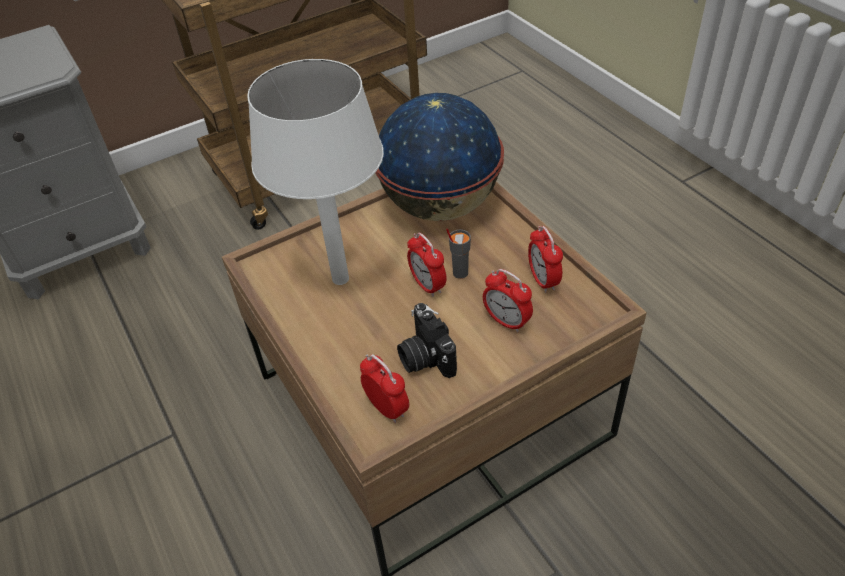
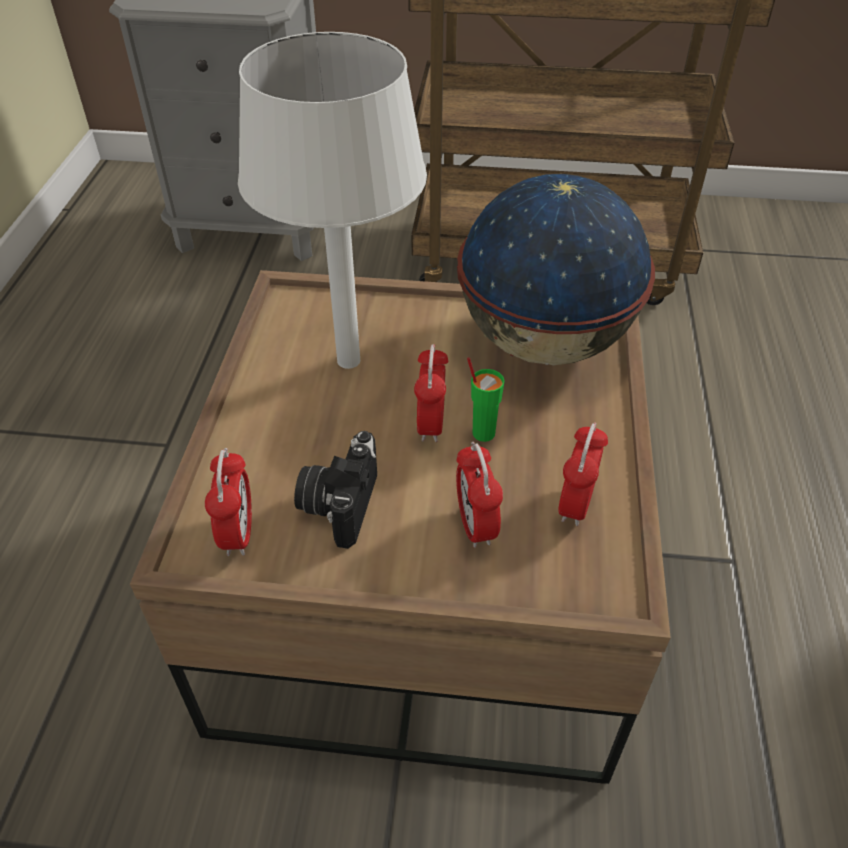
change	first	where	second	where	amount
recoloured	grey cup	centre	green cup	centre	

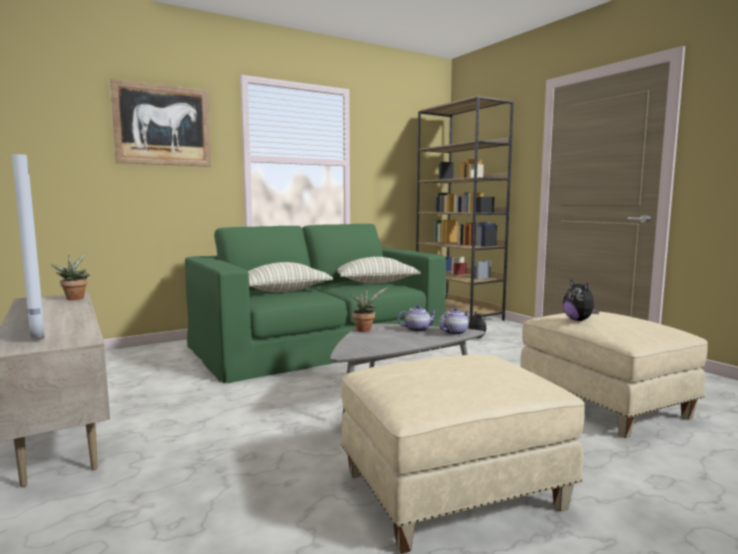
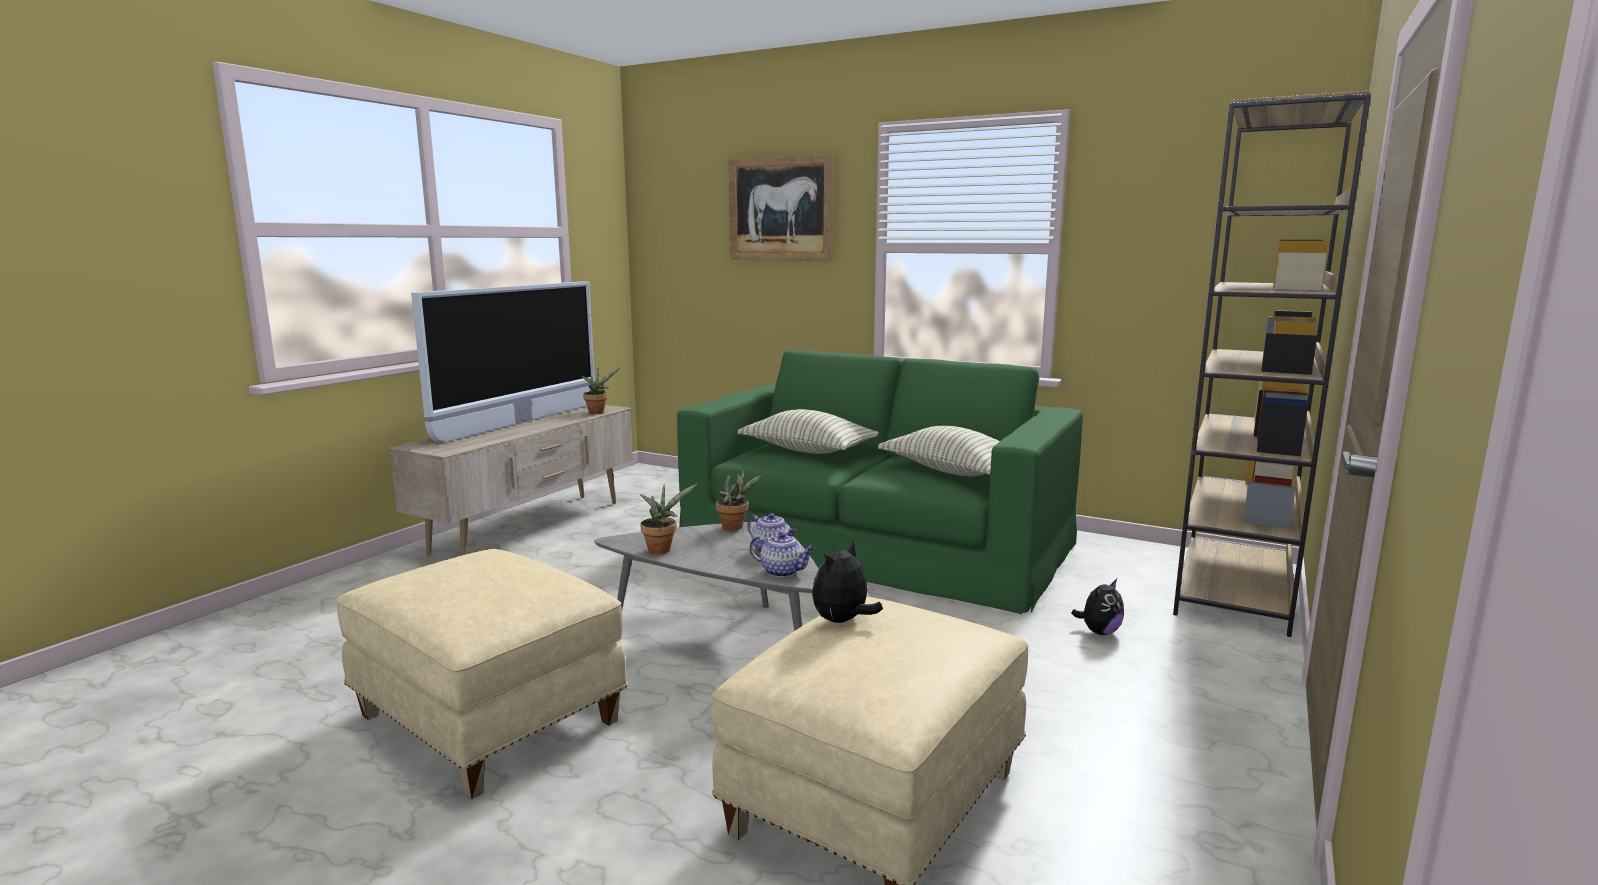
change	first	where	second	where	amount
added			potted plant (2nd from left)	centre	

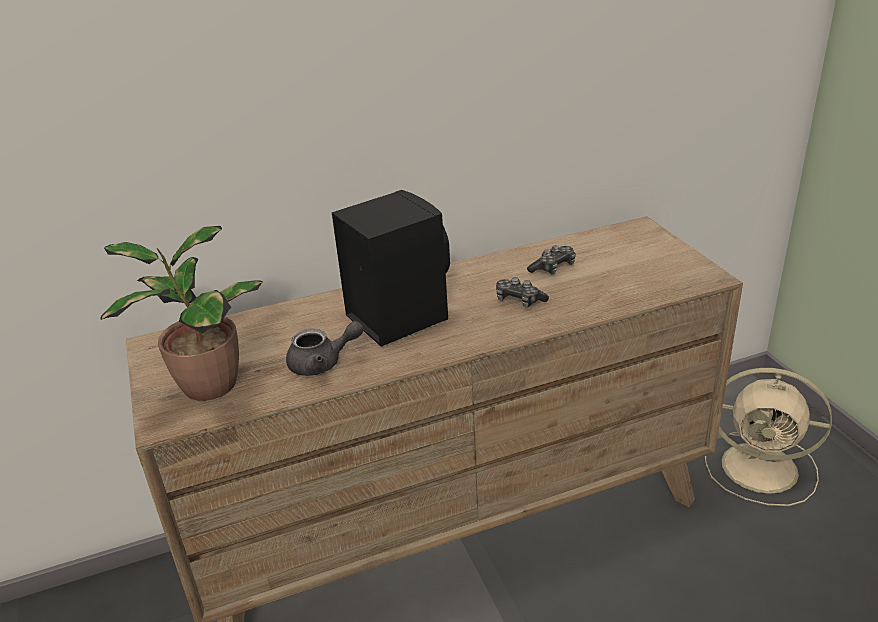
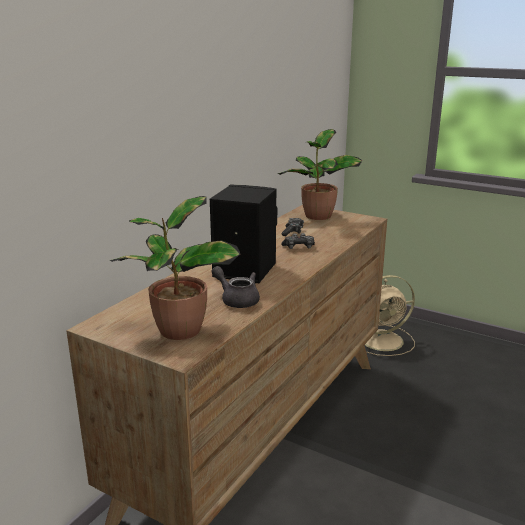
change	first	where	second	where	amount
turned	grey teapot	centre		centre	90 degrees counterclockwise
added			potted plant (2nd from left)	top centre	

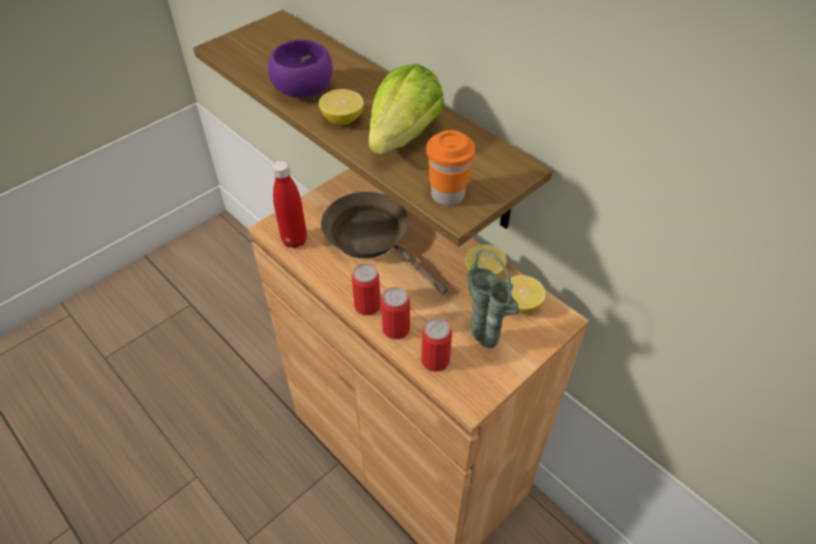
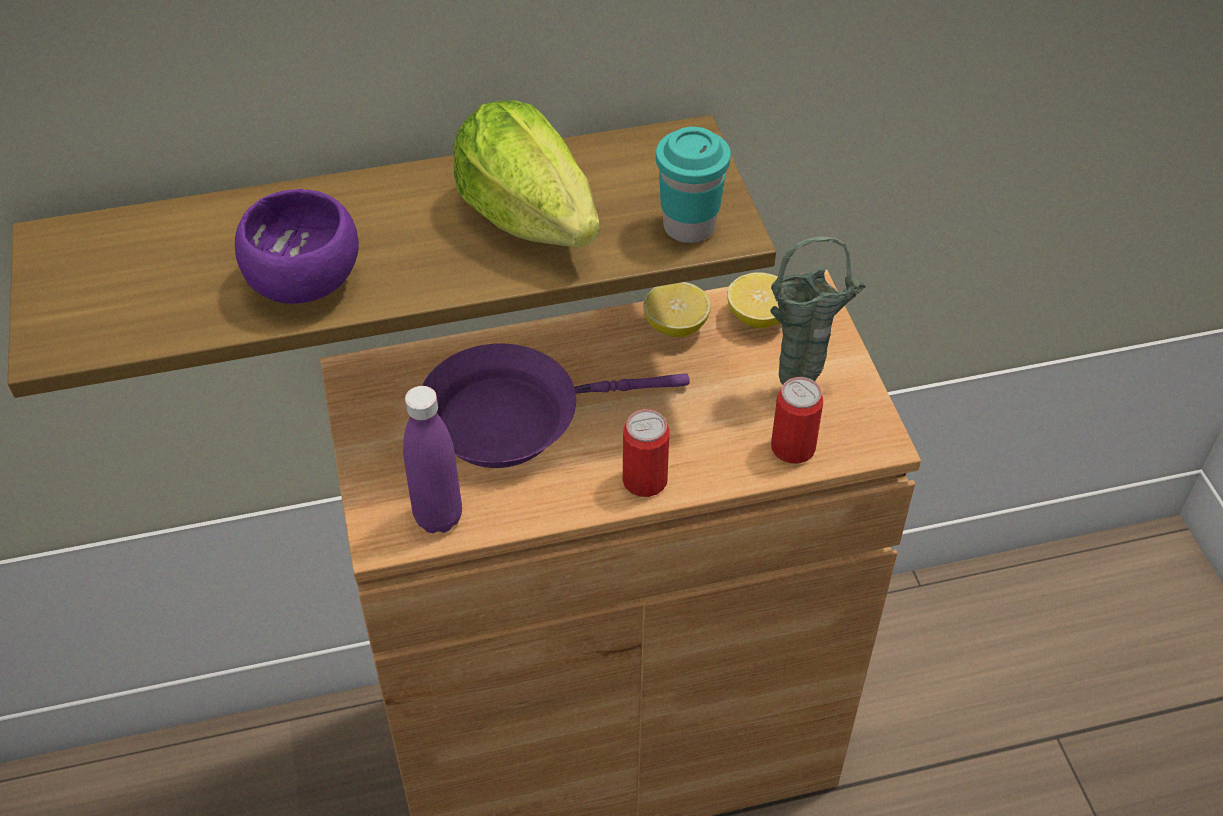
change	first	where	second	where	amount
removed	lemon (1st from left)	top centre			
recoloured	orange cup	top centre	turquoise cup	top centre	
recoloured	red bottle	centre	purple bottle	centre	
recoloured	brown frying pan	centre	purple frying pan	centre	
removed	can (2nd from left)	centre			

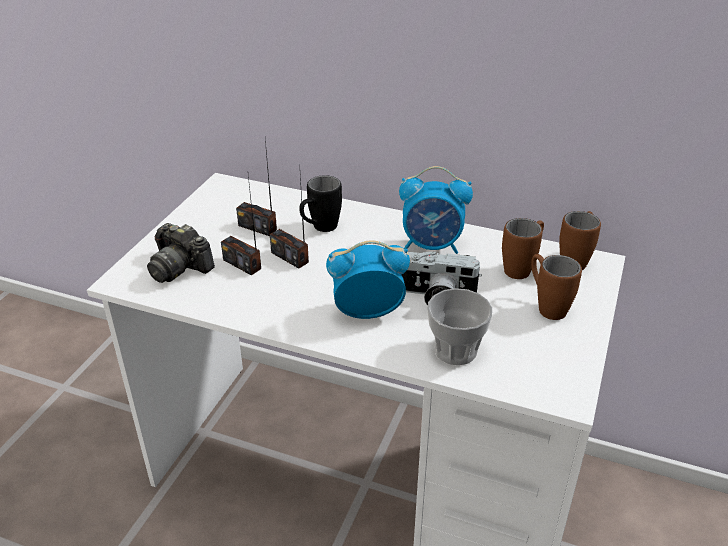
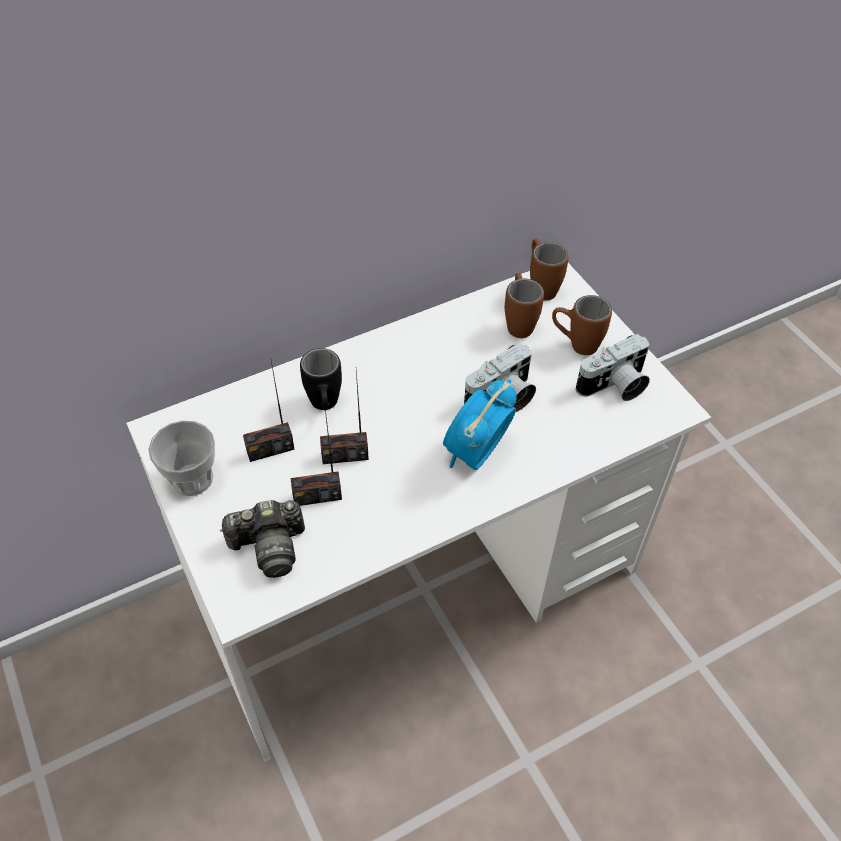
change	first	where	second	where	amount
removed	alarm clock (2nd from left)	centre			
moved	cup	centre		middle left	
added			photo camera (3rd from left)	middle right	

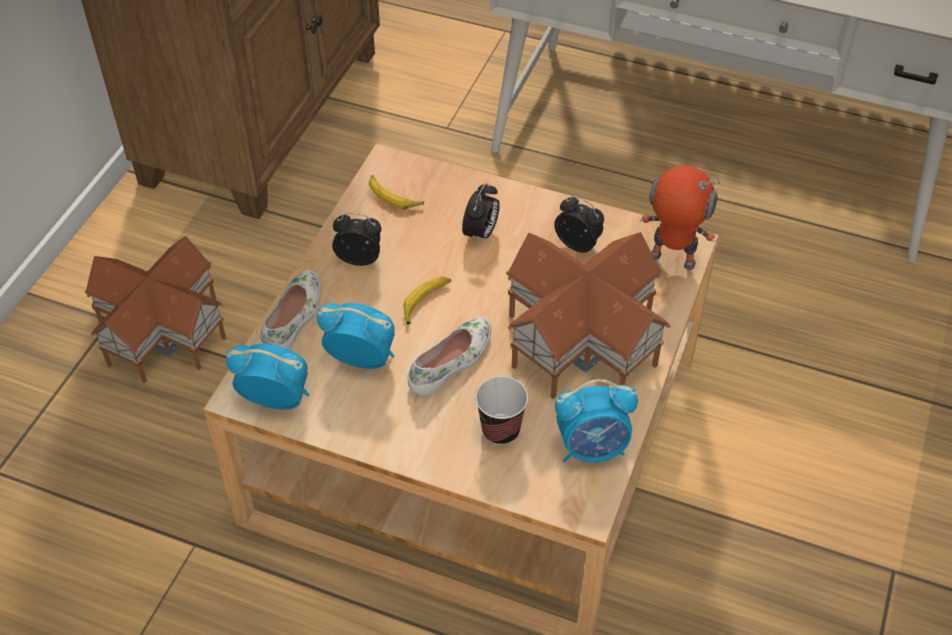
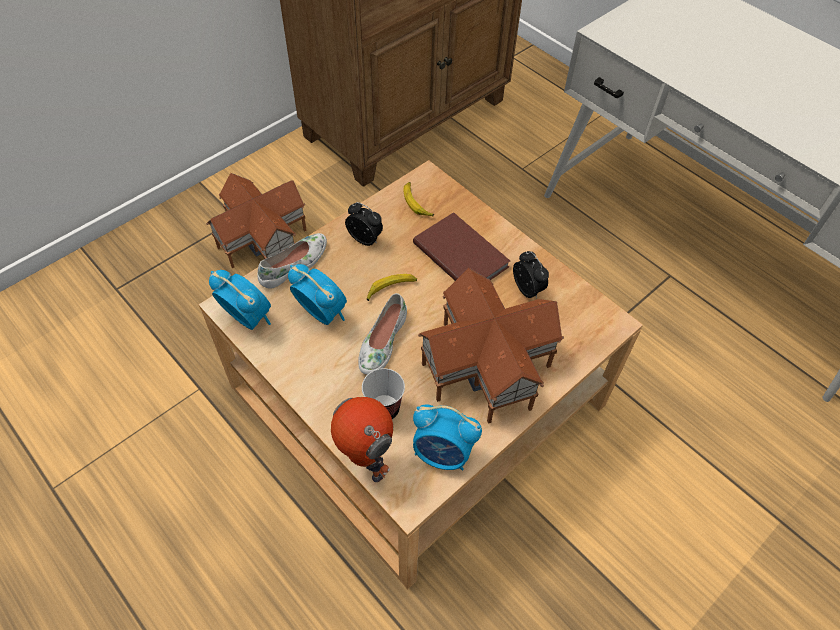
change	first	where	second	where	amount
moved	toy robot	middle right		bottom centre	
replaced	alarm clock (4th from left)	centre	brown book	centre	
turned	white shoe (2nd from left)	centre		centre	135 degrees clockwise

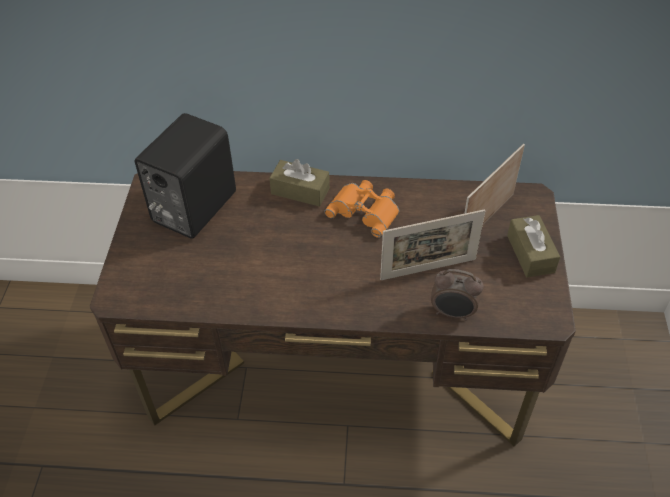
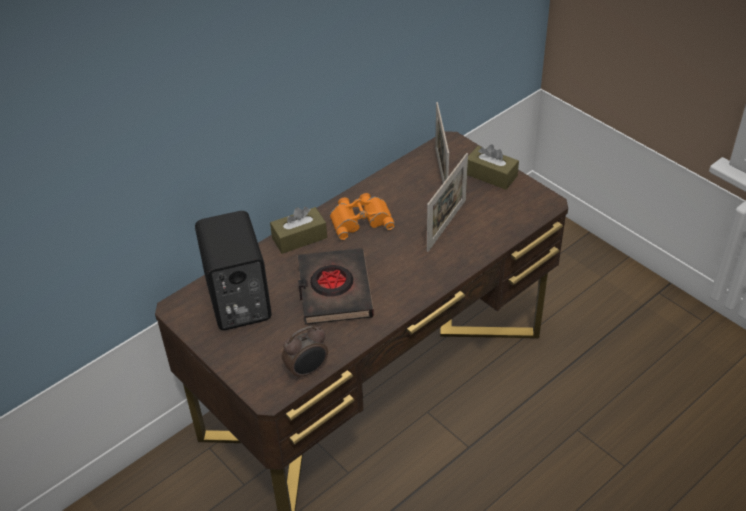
change	first	where	second	where	amount
moved	alarm clock	middle right		bottom centre	
added			black book	centre	

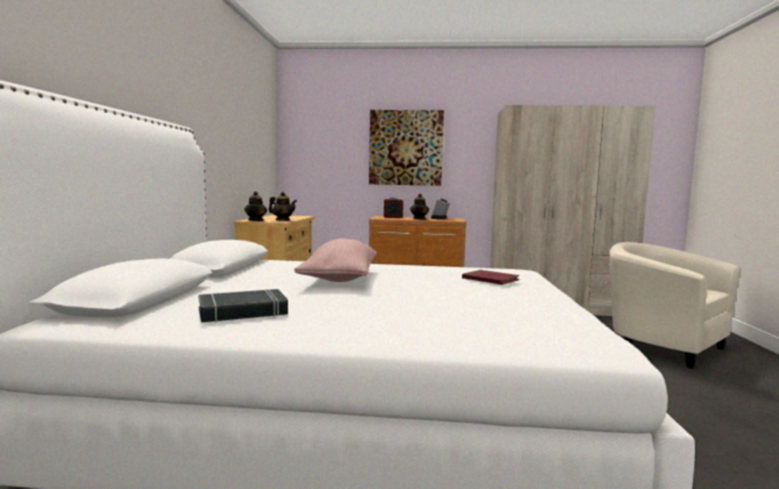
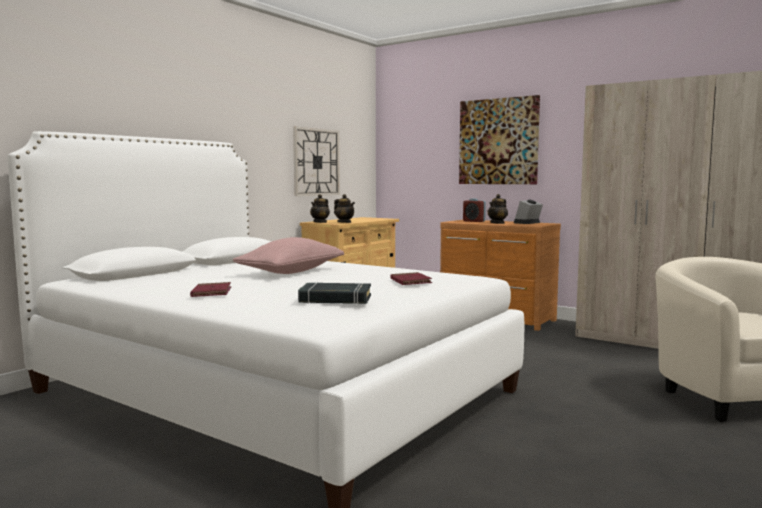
change	first	where	second	where	amount
moved	black book	middle left		centre	
added			wall clock	top centre	
added			red book (1st from left)	middle left	

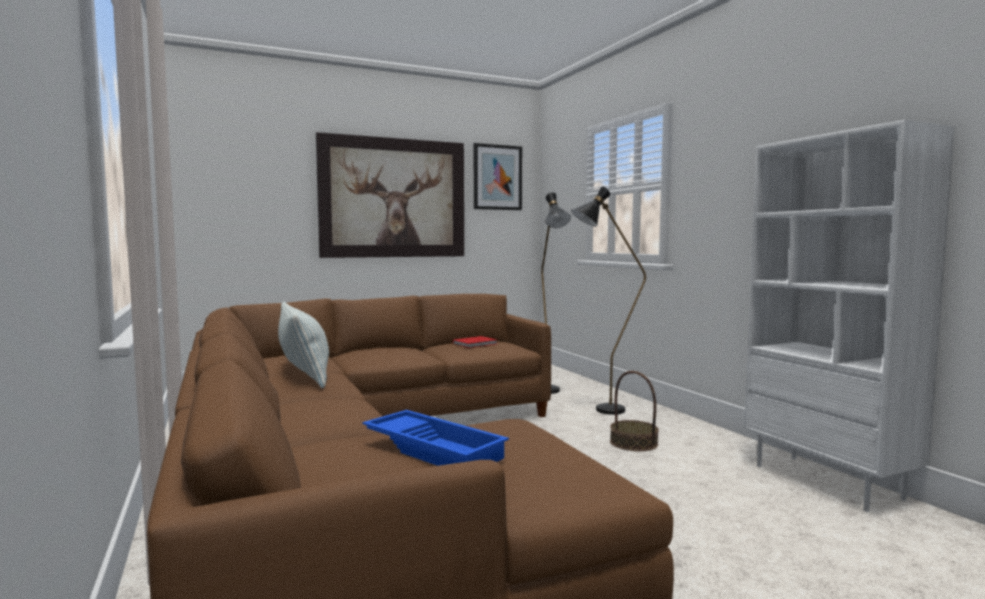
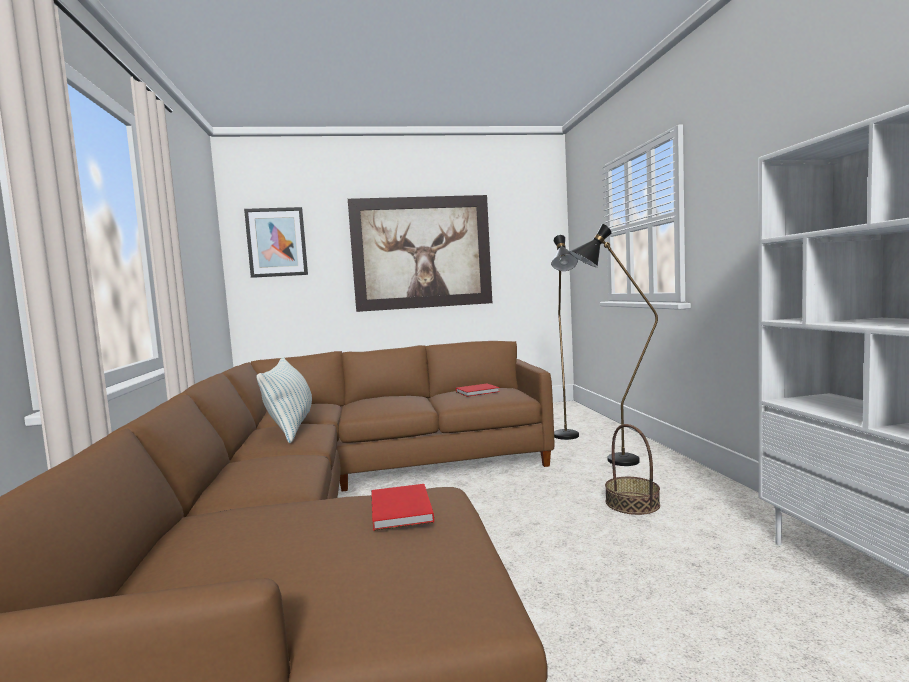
change	first	where	second	where	amount
moved	picture (2nd from left in the first image)	top centre	picture (1st from left)	middle left	
removed	blue tray	bottom centre			
added			red book (1st from left)	bottom centre	

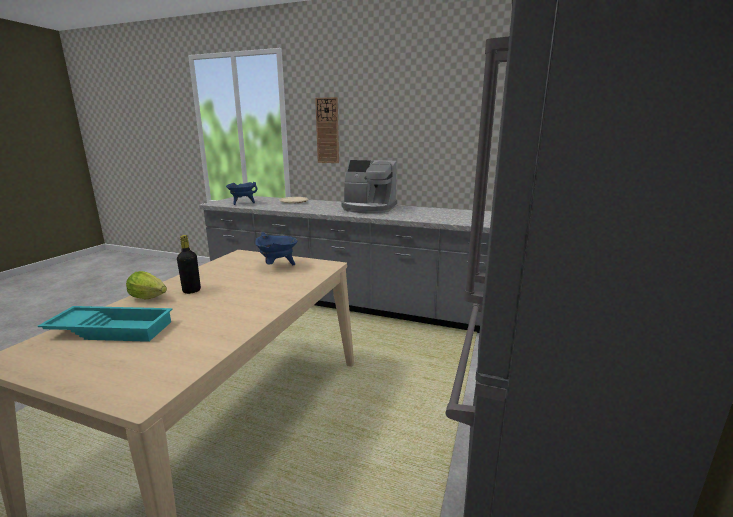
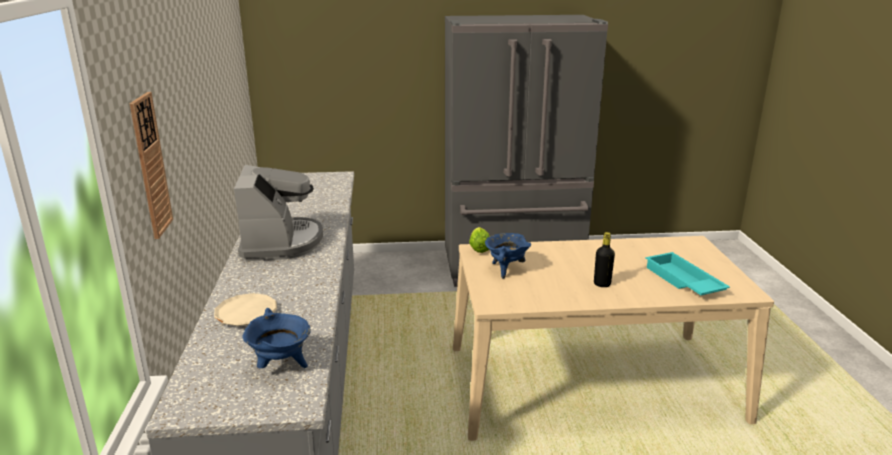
change	first	where	second	where	amount
moved	lettuce	middle left		centre	

